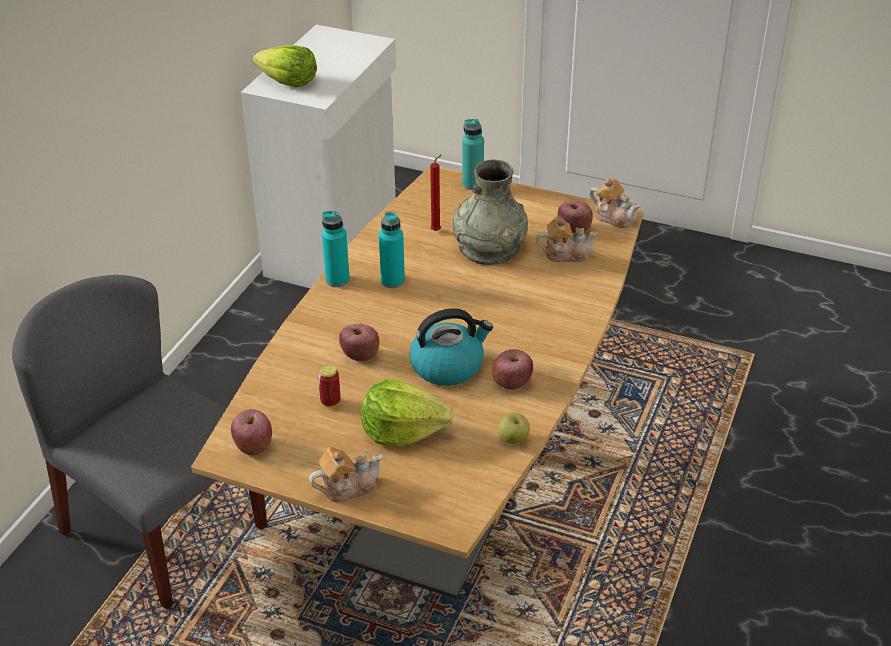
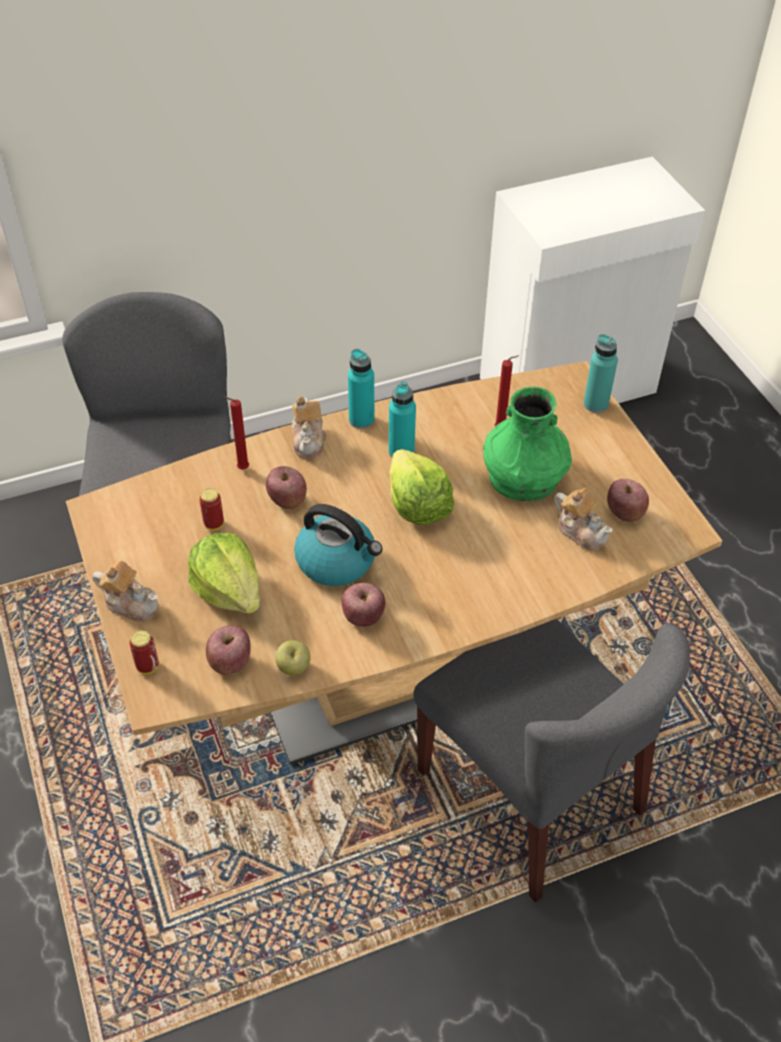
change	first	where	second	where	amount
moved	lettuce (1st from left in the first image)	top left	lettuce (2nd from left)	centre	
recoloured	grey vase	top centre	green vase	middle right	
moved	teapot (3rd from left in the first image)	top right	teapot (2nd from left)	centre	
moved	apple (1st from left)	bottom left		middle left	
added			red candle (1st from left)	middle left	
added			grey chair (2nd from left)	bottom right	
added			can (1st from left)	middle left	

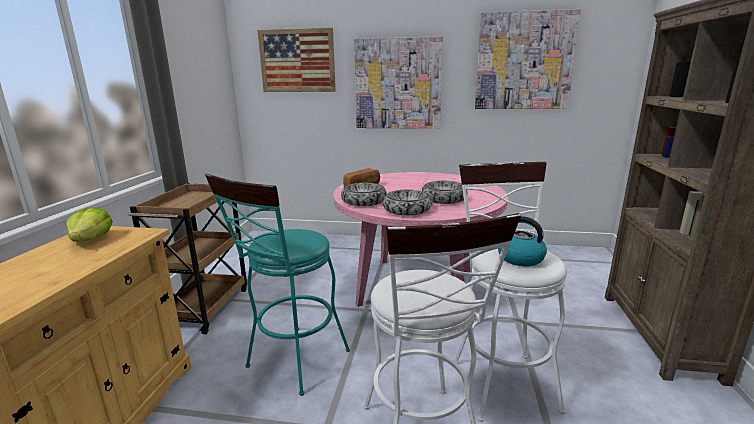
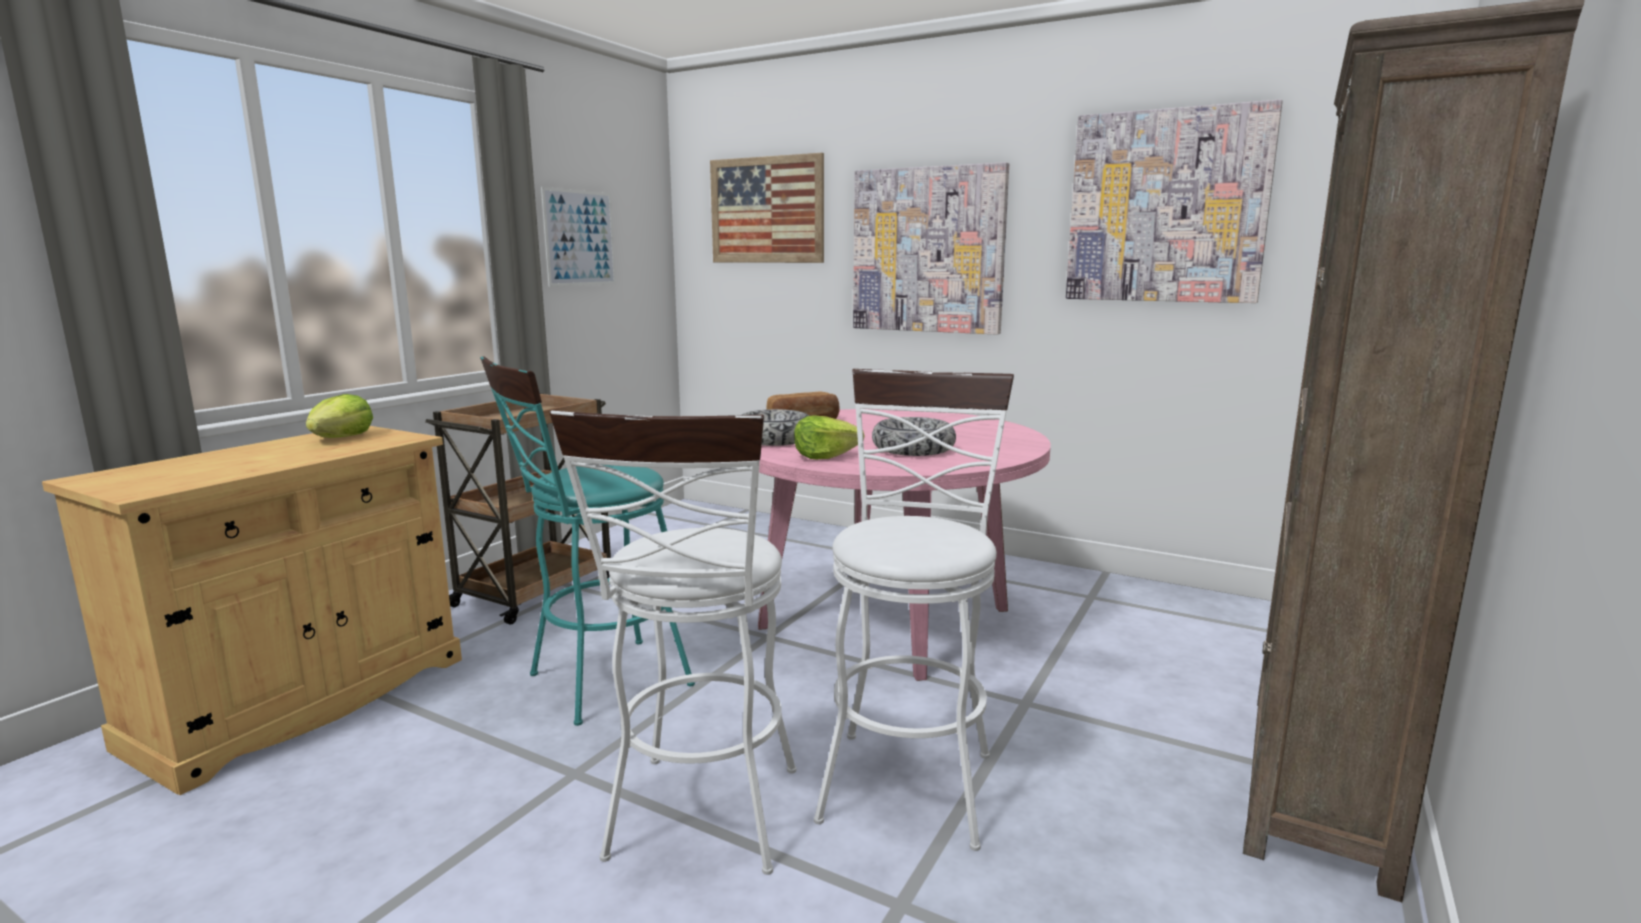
change	first	where	second	where	amount
replaced	bowl (2nd from left)	centre	lettuce (2nd from left)	centre	
removed	kettle	middle right			
added			picture (1st from left)	top centre	

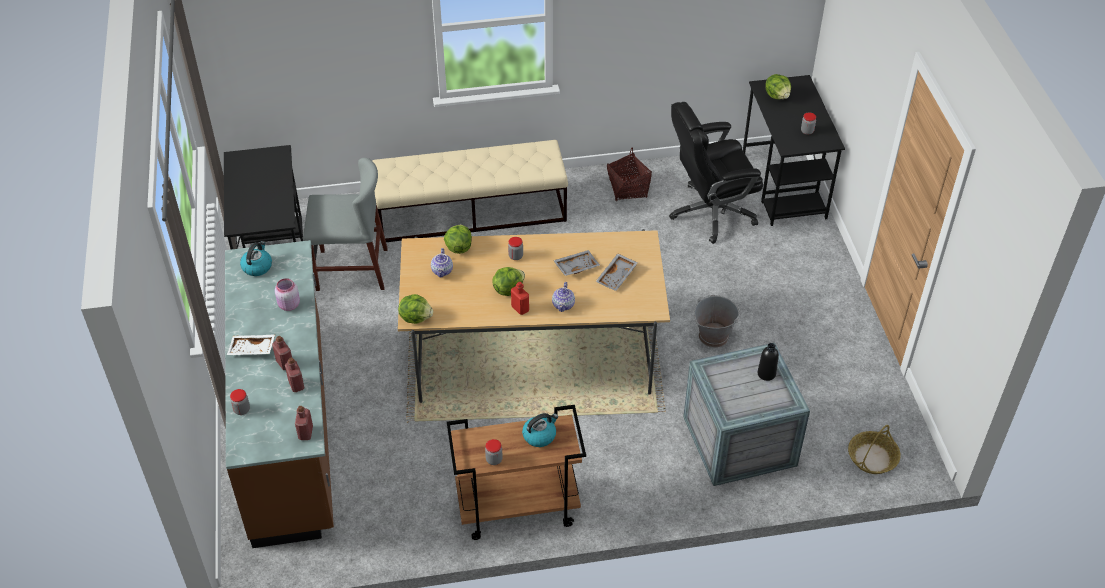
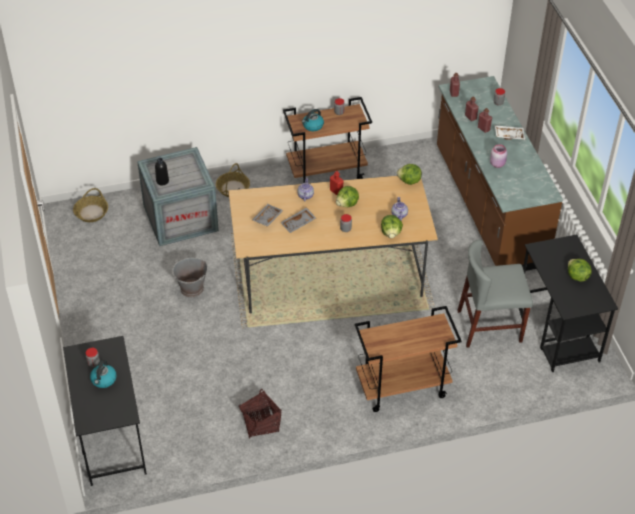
change	first	where	second	where	amount
moved	lettuce (4th from left)	top right		middle right	
removed	black office chair	top centre			
replaced	beige bench	top centre	brown cart (2nd from left)	bottom centre	
moved	kettle (1st from left)	middle left		bottom left	
added			basket (2nd from left)	centre	

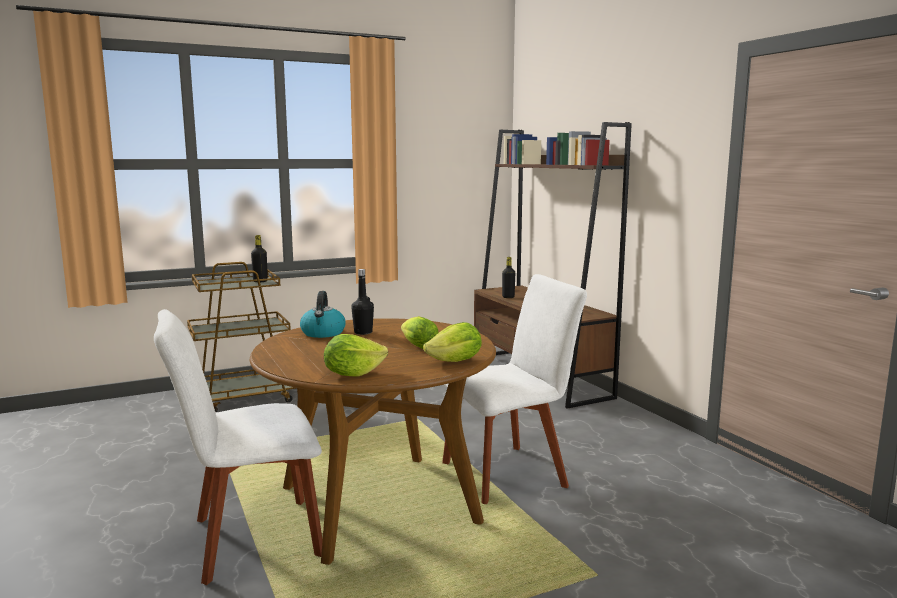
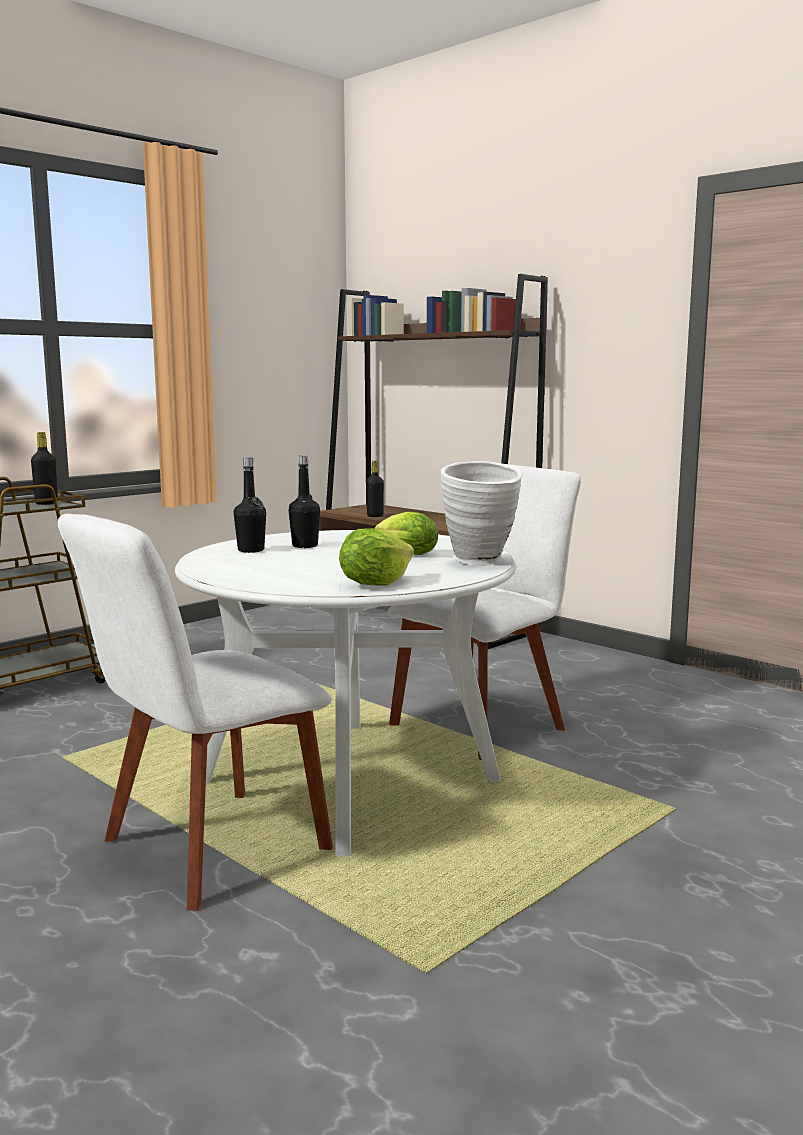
change	first	where	second	where	amount
replaced	kettle	centre	black bottle (2nd from left)	middle left	
recoloured	brown dining table	bottom centre	white dining table	centre	
replaced	lettuce (3rd from left)	centre	white vase	centre	

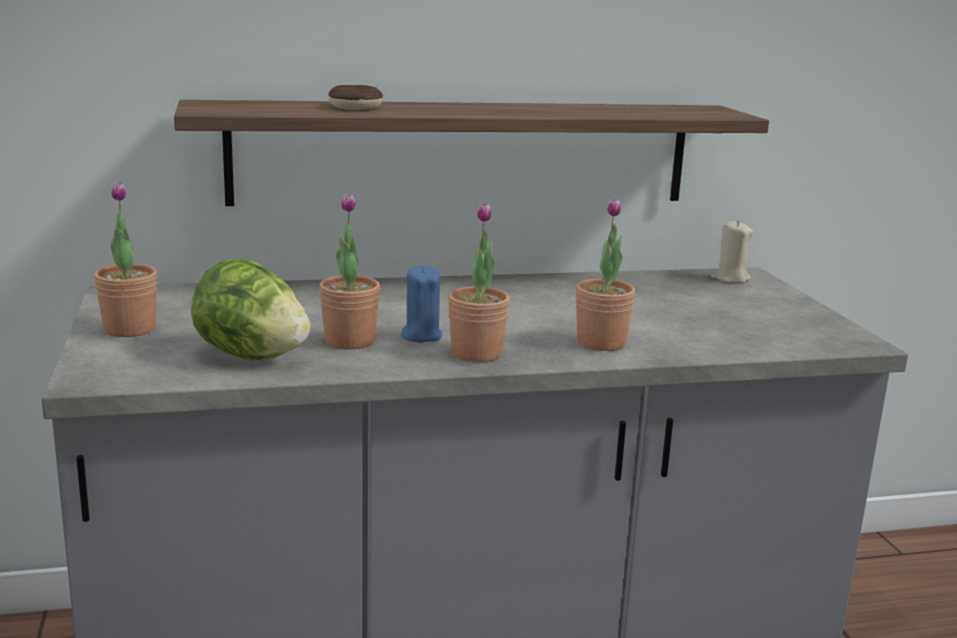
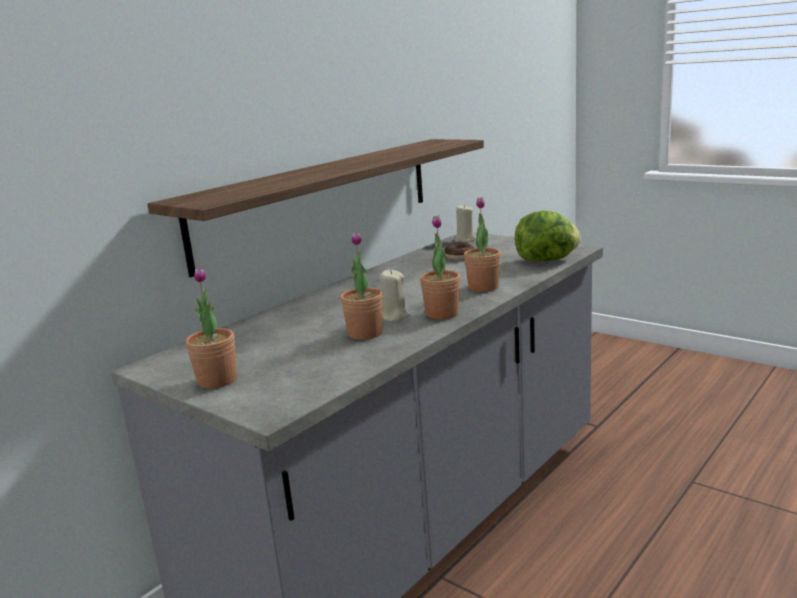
change	first	where	second	where	amount
moved	donut	top centre		centre	
moved	lettuce	middle left		middle right	
recoloured	blue candle	centre	beige candle (1st from left)	centre	

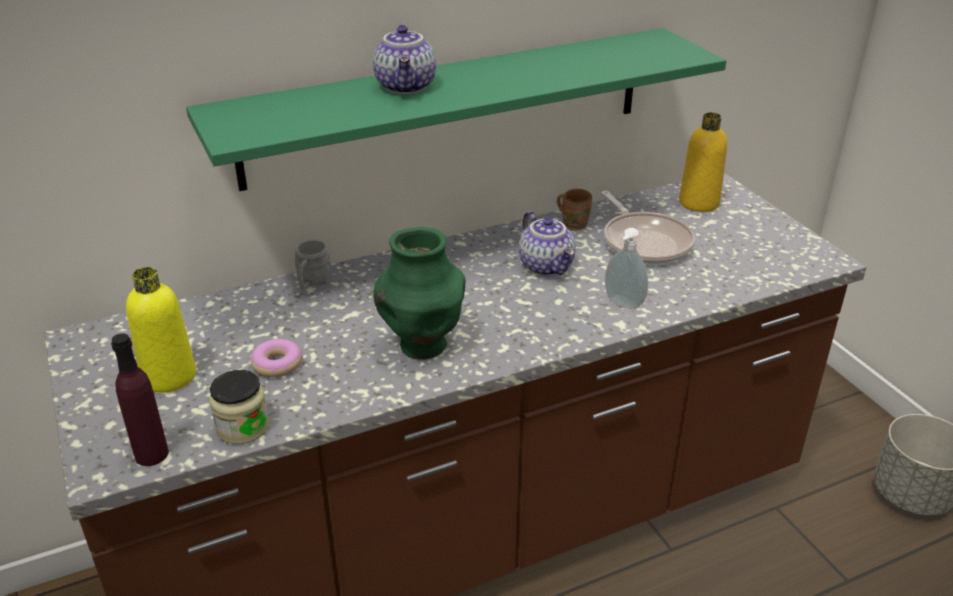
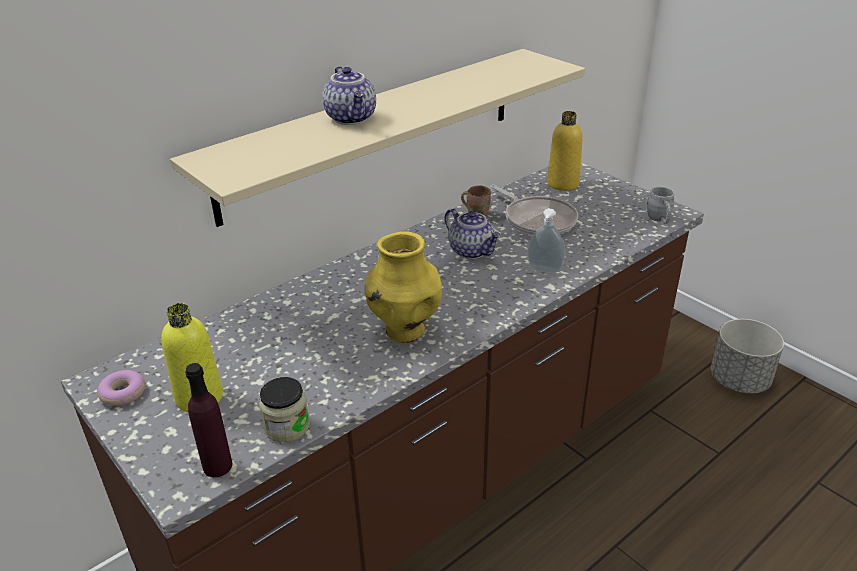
change	first	where	second	where	amount
recoloured	green shelf	top centre	beige shelf	top centre	
recoloured	green vase	centre	yellow vase	centre	
moved	grey mug	middle left		middle right	
moved	donut	middle left		bottom left	

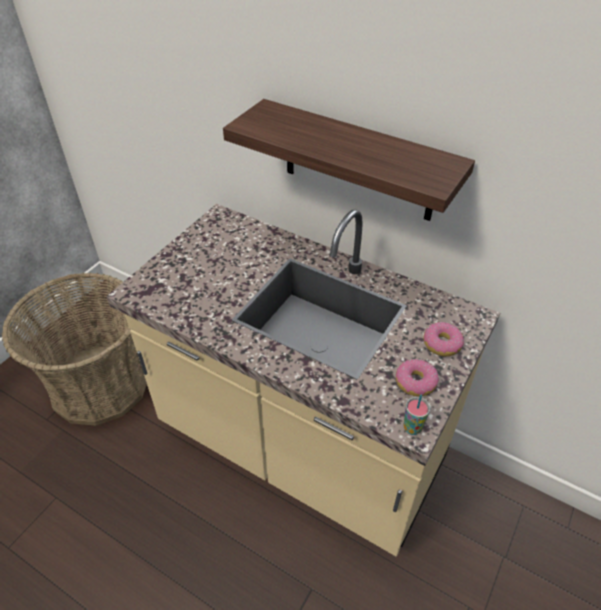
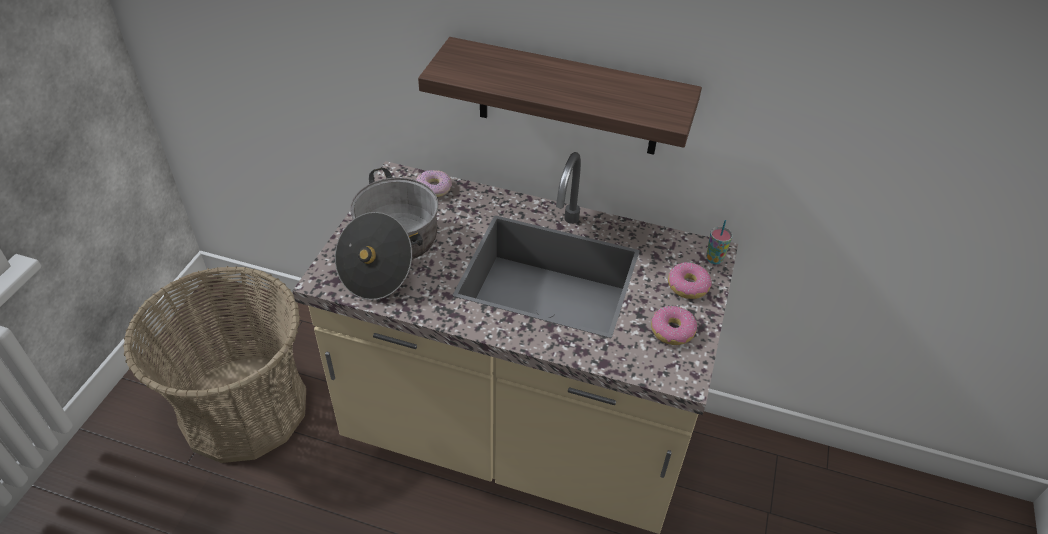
change	first	where	second	where	amount
moved	cup	bottom right		middle right	
added			cooking pot	centre	
added			donut (1st from left)	centre	

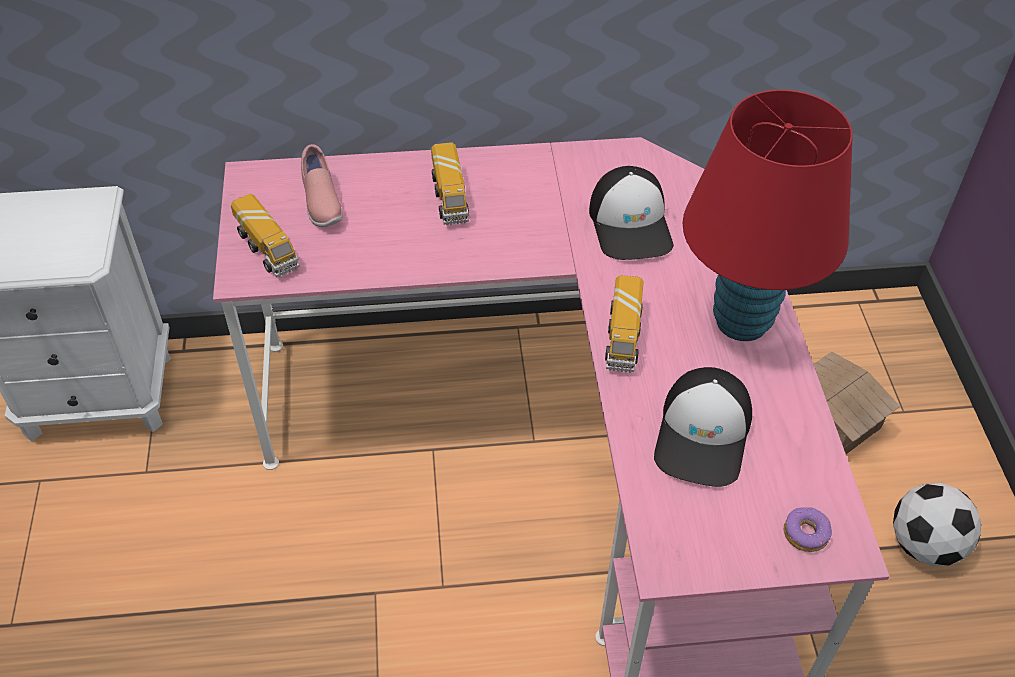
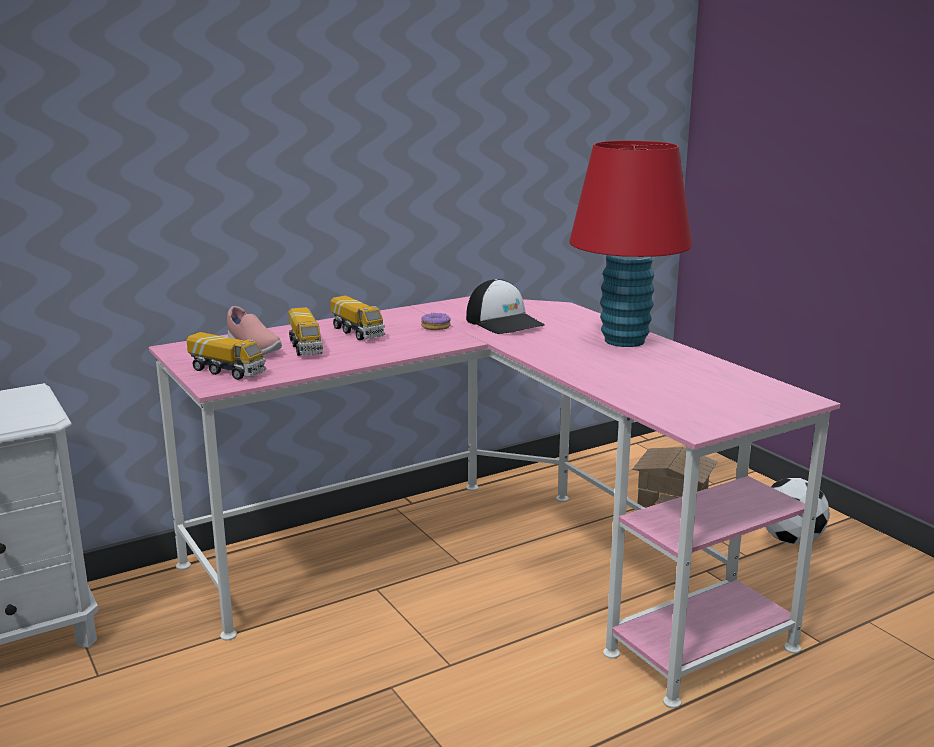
change	first	where	second	where	amount
moved	toy truck (3rd from left in the first image)	centre	toy truck (2nd from left)	middle left	
removed	cap (2nd from left)	middle right			
moved	donut	bottom right		centre	

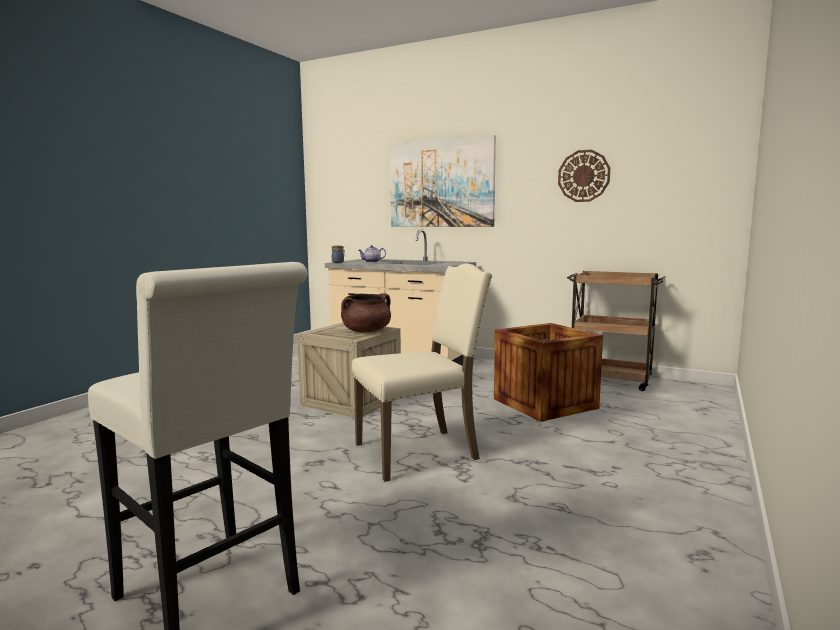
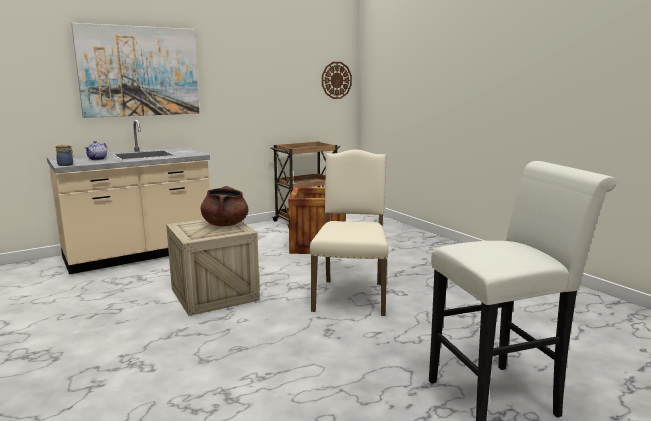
change	first	where	second	where	amount
moved	wall clock	top right		top centre	

